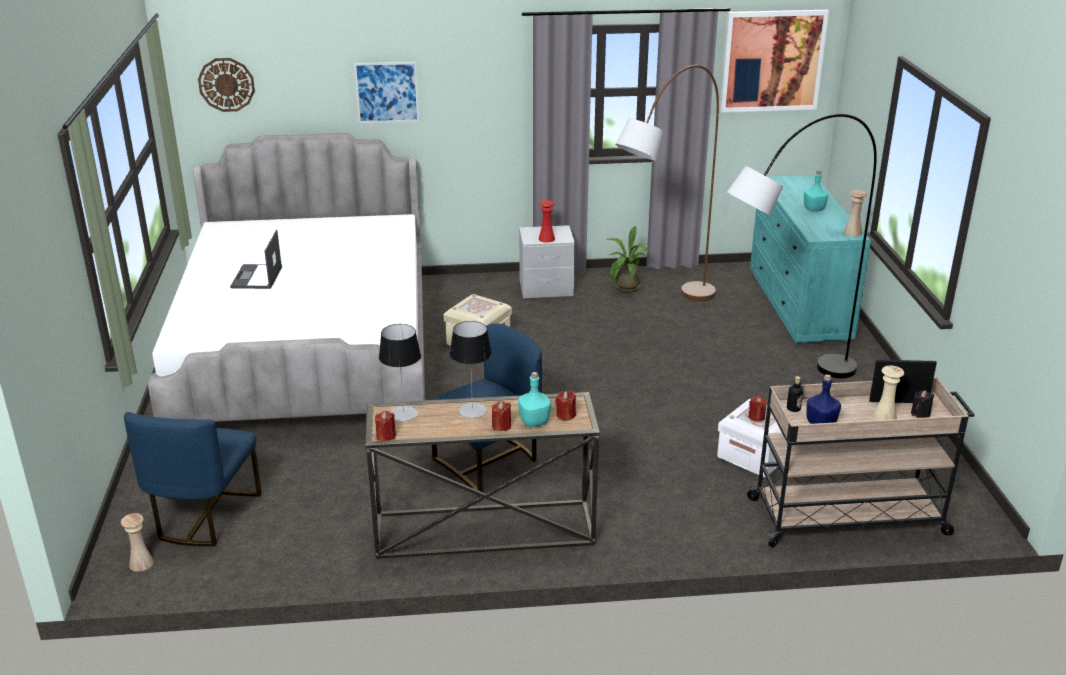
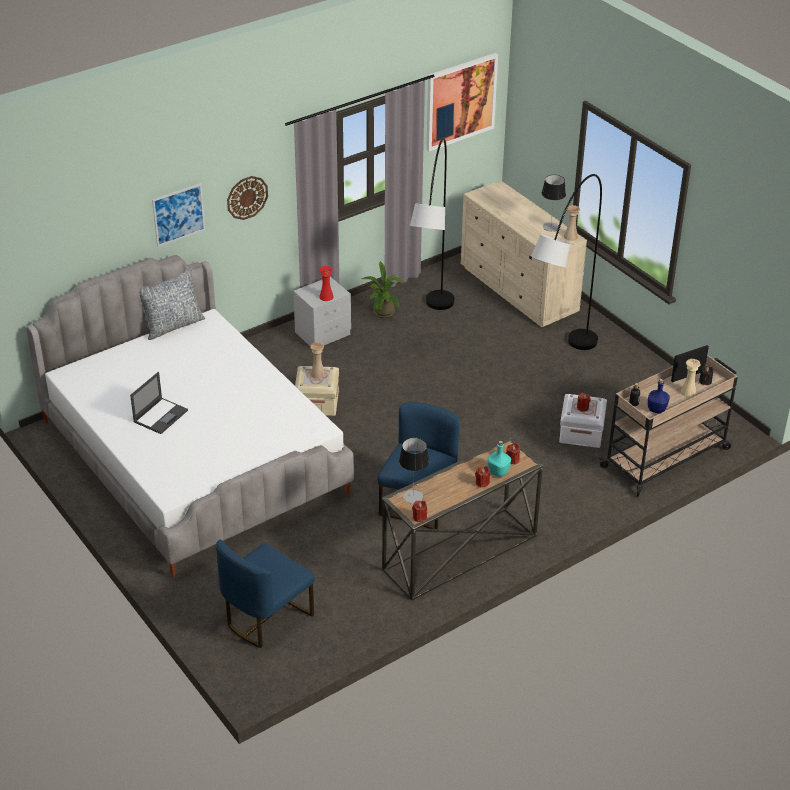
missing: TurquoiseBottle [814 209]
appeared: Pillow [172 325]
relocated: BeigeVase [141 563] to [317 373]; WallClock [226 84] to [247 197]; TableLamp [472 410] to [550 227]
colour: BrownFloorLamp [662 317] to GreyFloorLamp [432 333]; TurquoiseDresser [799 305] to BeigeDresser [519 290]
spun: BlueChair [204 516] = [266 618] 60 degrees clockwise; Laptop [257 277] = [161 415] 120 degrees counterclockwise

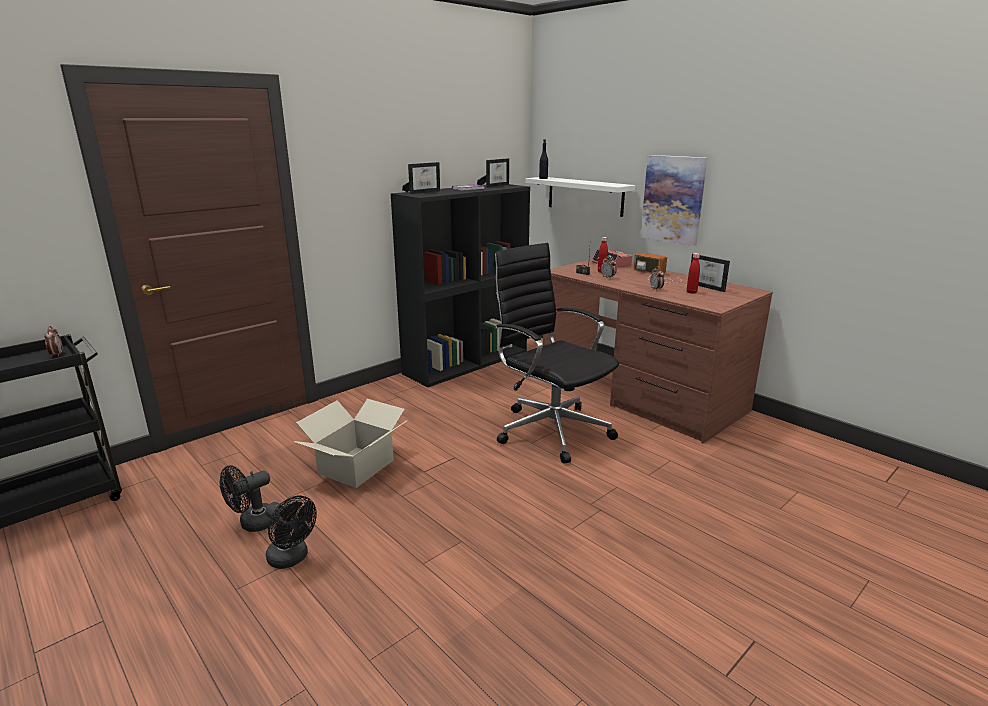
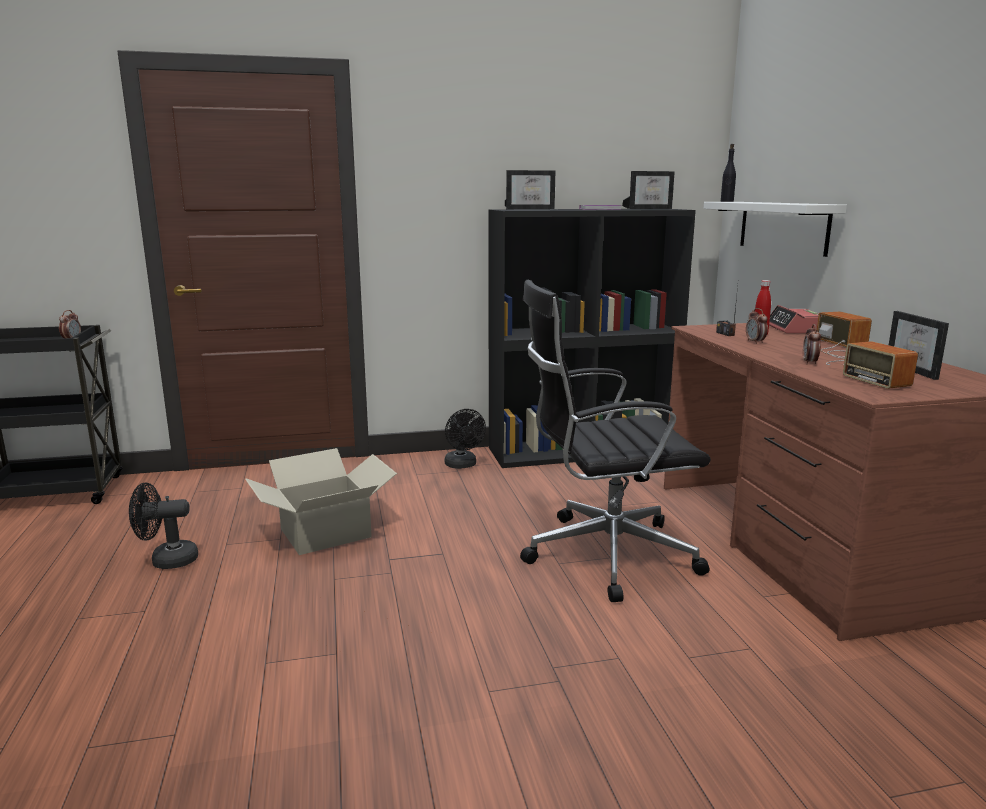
missing: Picture [673 199]
relocated: BlackFan [292 558] to [462 465]
exchanged: RedBottle [691 292] to Radio [868 373]
spun: BlackOfficeChair [551 429] = [604 554] 90 degrees counterclockwise

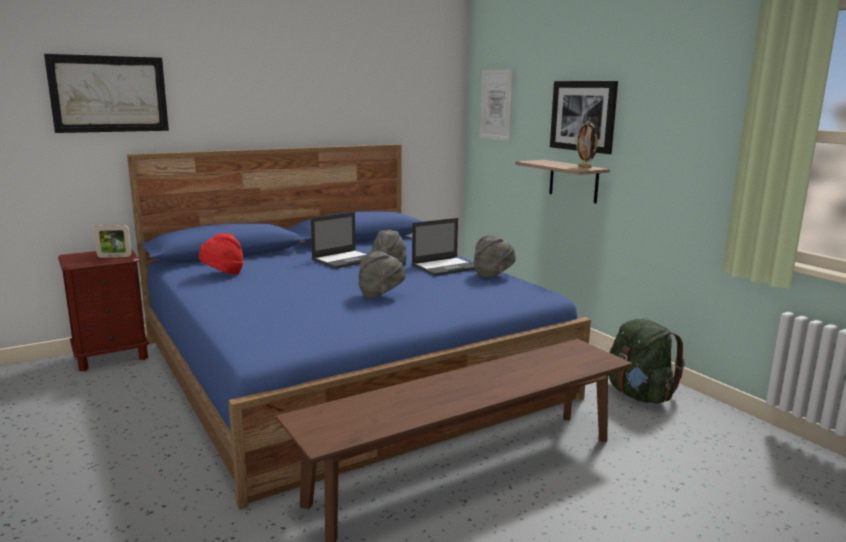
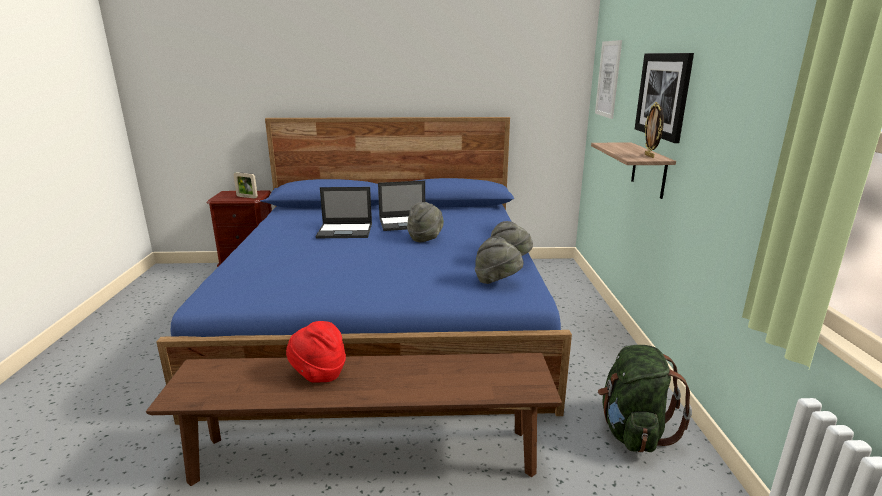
missing: Picture [109 94]
relocated: RedHat [223 274] to [318 373]; GreyHat [381 295] to [497 281]; Laptop [446 267] to [345 231]

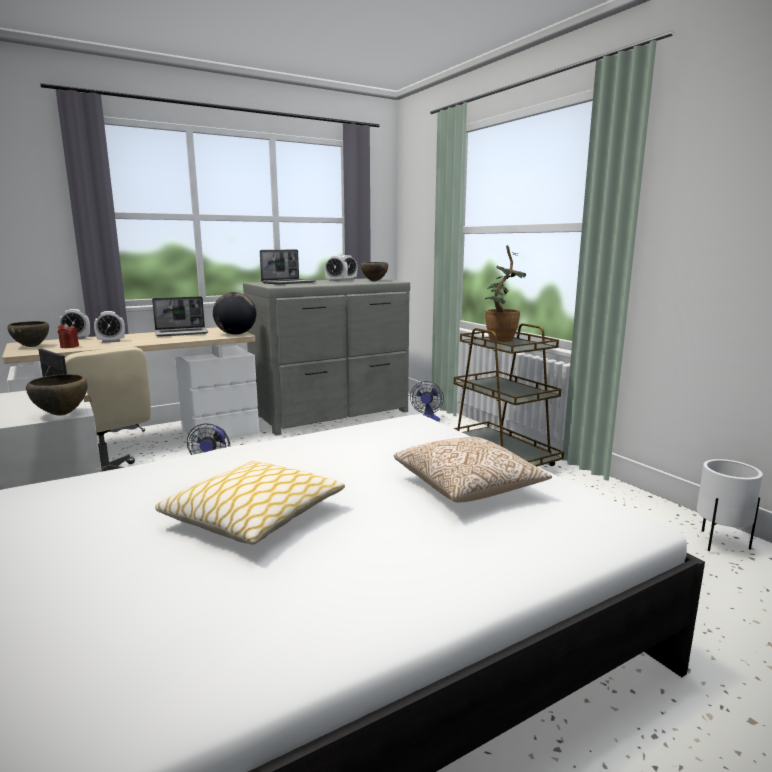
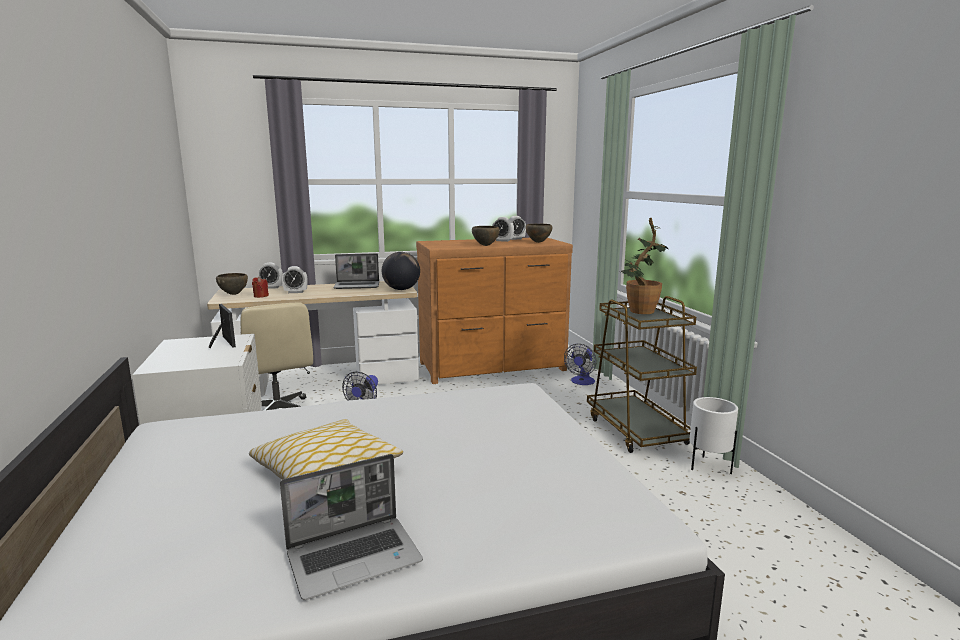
missing: Pillow [468 487]
relocated: BrownBowl [62 414] to [486 245]; Laptop [289 283] to [355 557]; WhitePlanter [720 544] to [708 467]
colour: GreyDresser [332 414] to BrownDresser [493 367]

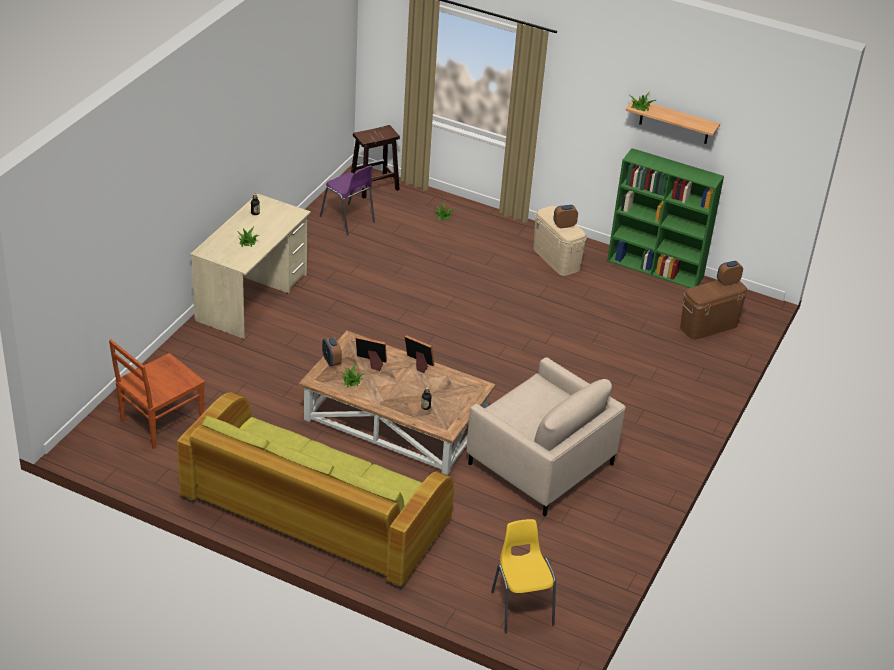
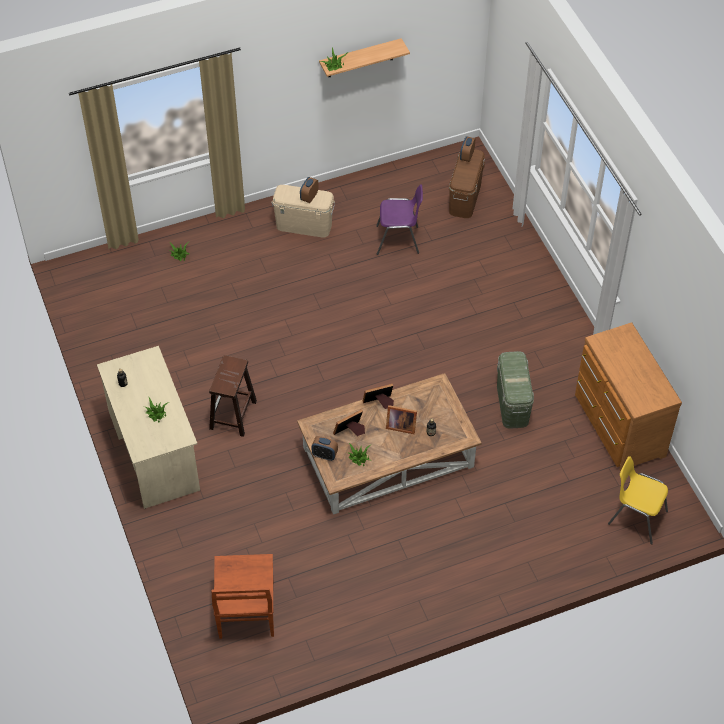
missing: GreenSofa [314 511]; GreenBookcase [656 269]
appeared: PictureFrame [400 425]; BrownDresser [617 426]
relocated: PurpleChair [348 220] to [399 240]; BrownStool [373 186] to [233 415]
exchanged: BeigeArmchair [540 464] to GreenStorageBox [512 404]

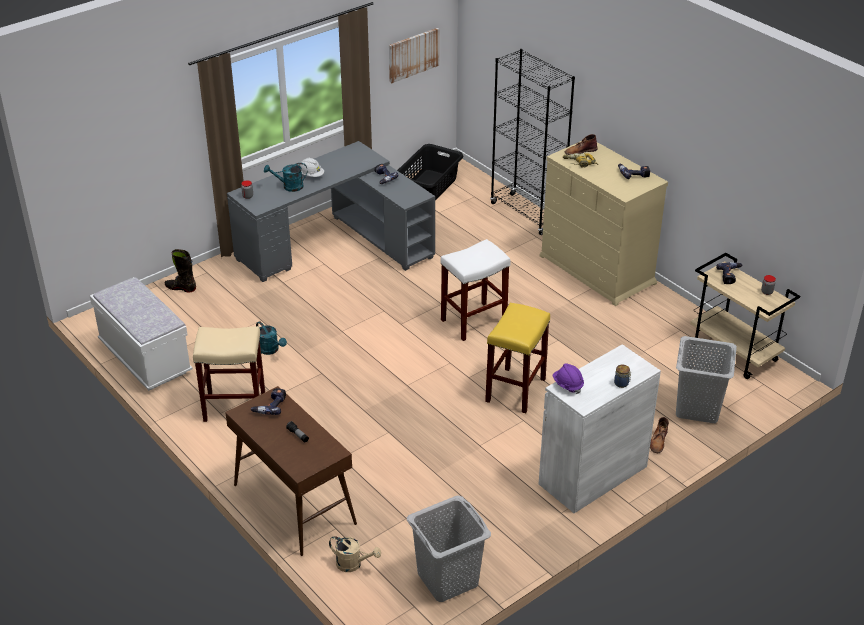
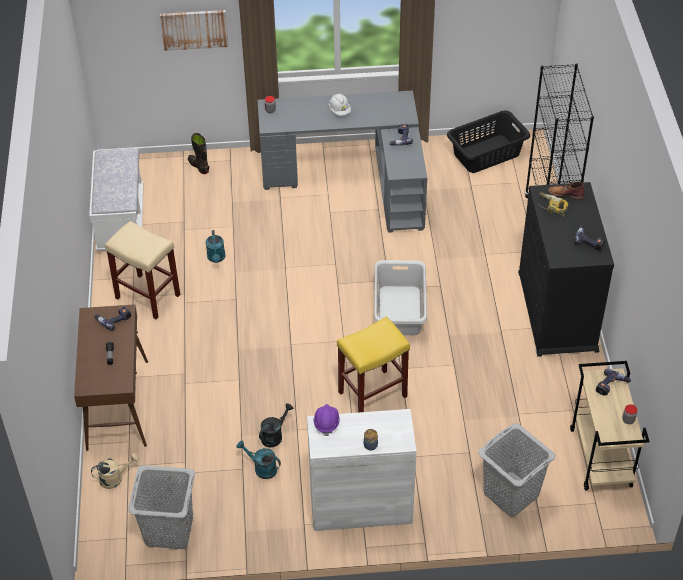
missing: BrownBoot [658 441]
appeared: BlackWateringCan [274 435]
relocated: TurquoiseWateringCan [289 187] to [261 468]; Picture [413 54] to [194 29]
exchanged: WhiteStool [474 321] to GreyLaundryBasket [400 310]
colour: BeigeDresser [597 270] to BlackDresser [557 311]
spun: BeigeWateringCan [353 564] = [115 478] 75 degrees counterclockwise

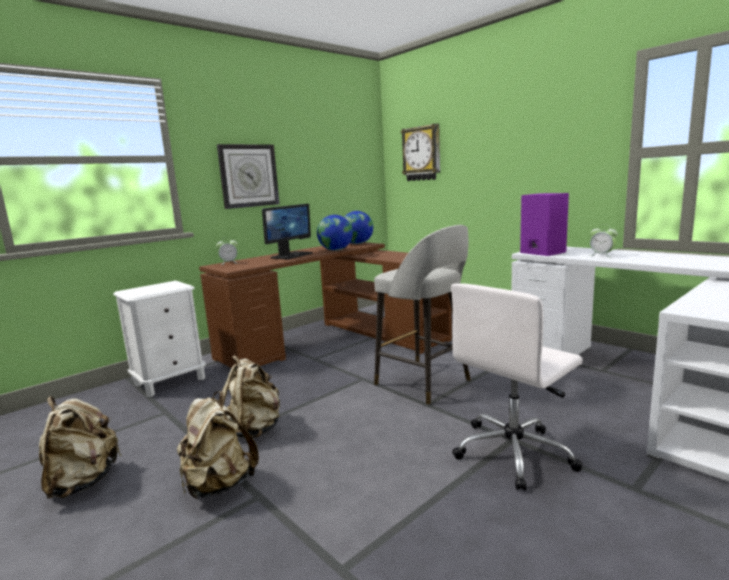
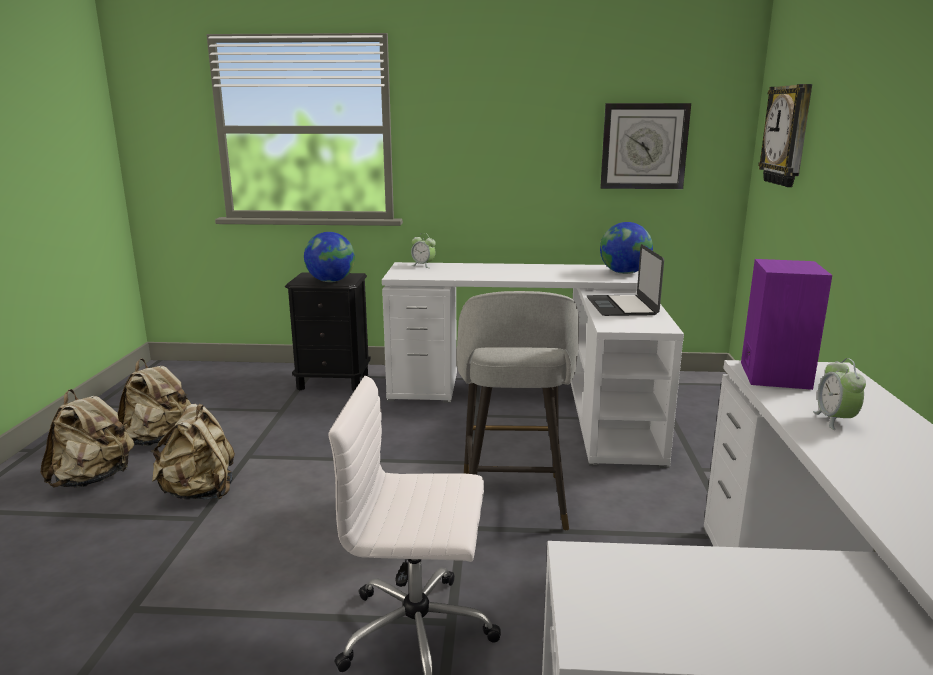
missing: Monitor [291 255]
appeared: Laptop [621 306]
relocated: WallClock [248 176] to [644 146]; BeigeBackpack [255 429] to [93 479]; Globe [336 250] to [331 281]
colour: WhiteNightstand [170 381] to BlackNightstand [333 382]; BrownDesk [335 339] to WhiteDesk [541 401]

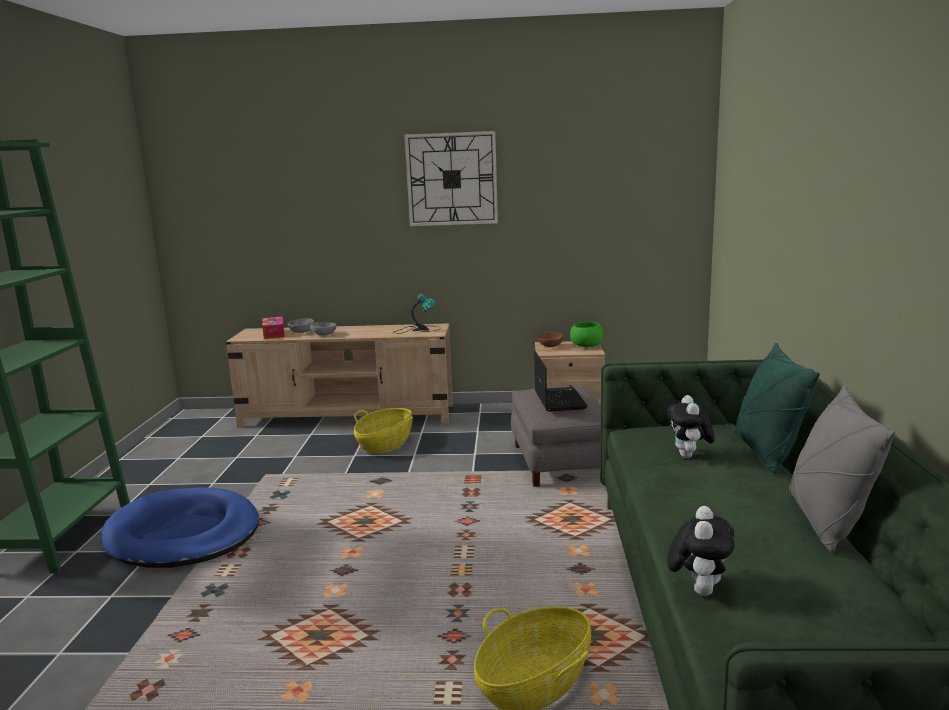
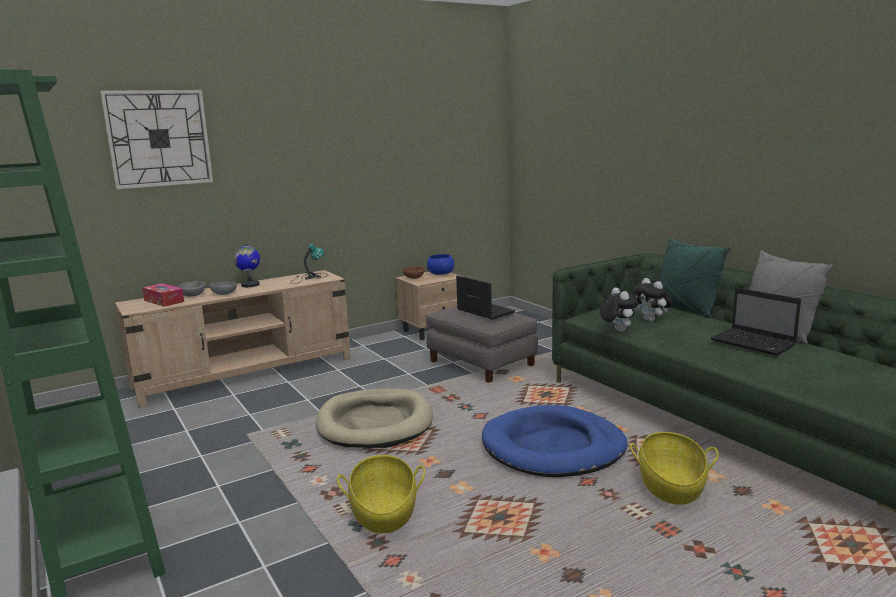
appeared: Globe [250 285]; BeigeDogBed [375 423]; Laptop [754 343]
relocated: BlueDogBed [183 534] to [553 447]; Basket [385 444] to [384 513]; WallClock [452 179] to [159 138]; PlushToy [699 589] to [617 330]
colour: GreenBowl [586 345] to BlueBowl [440 273]

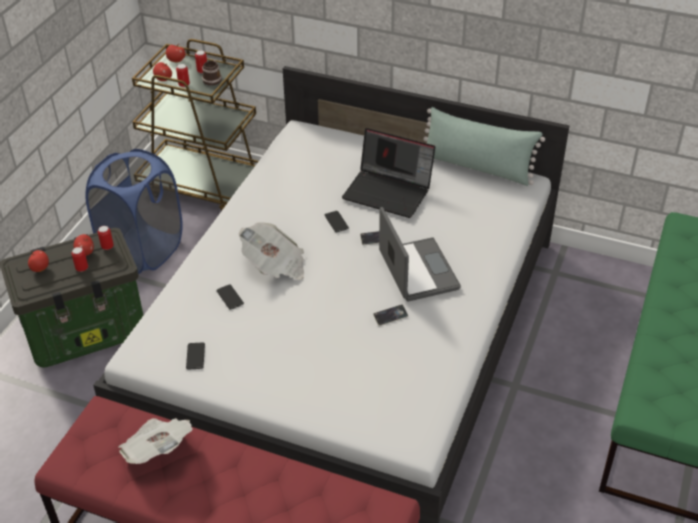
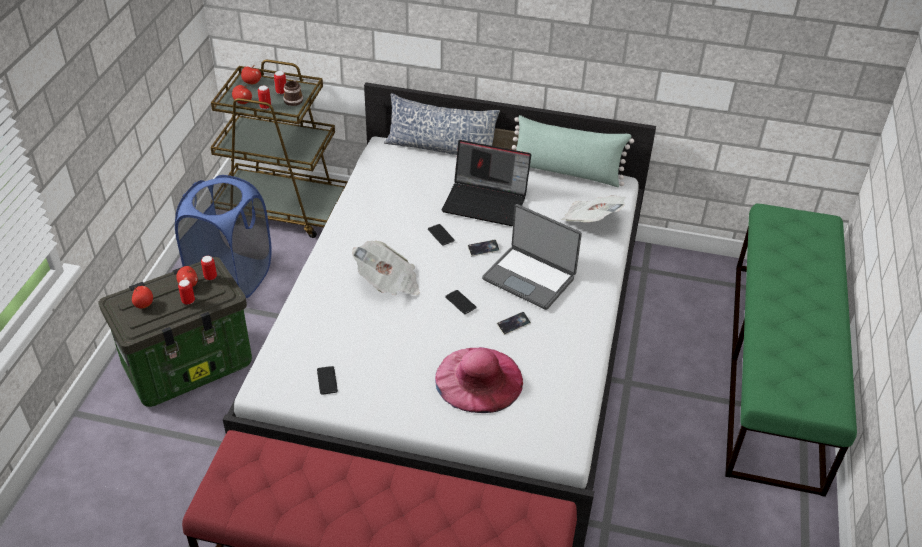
appeared: Pillow [441 148]; PinkHat [479 379]
relocated: Newspaper [158 450] to [591 221]; Phone [230 297] to [460 302]
spun: Laptop [417 271] = [530 278] 150 degrees clockwise

